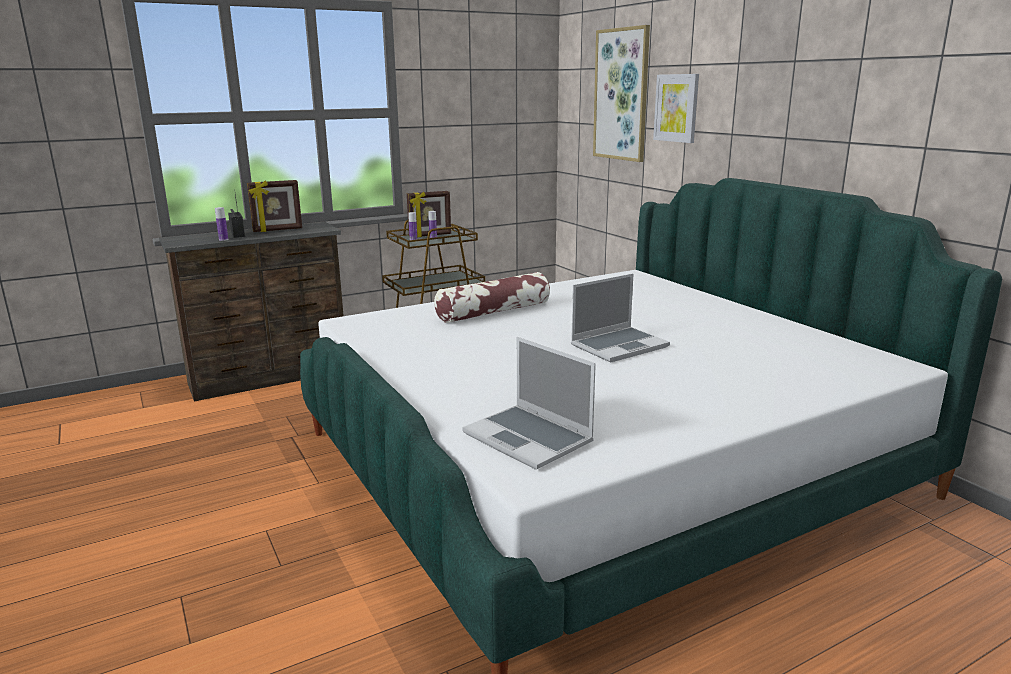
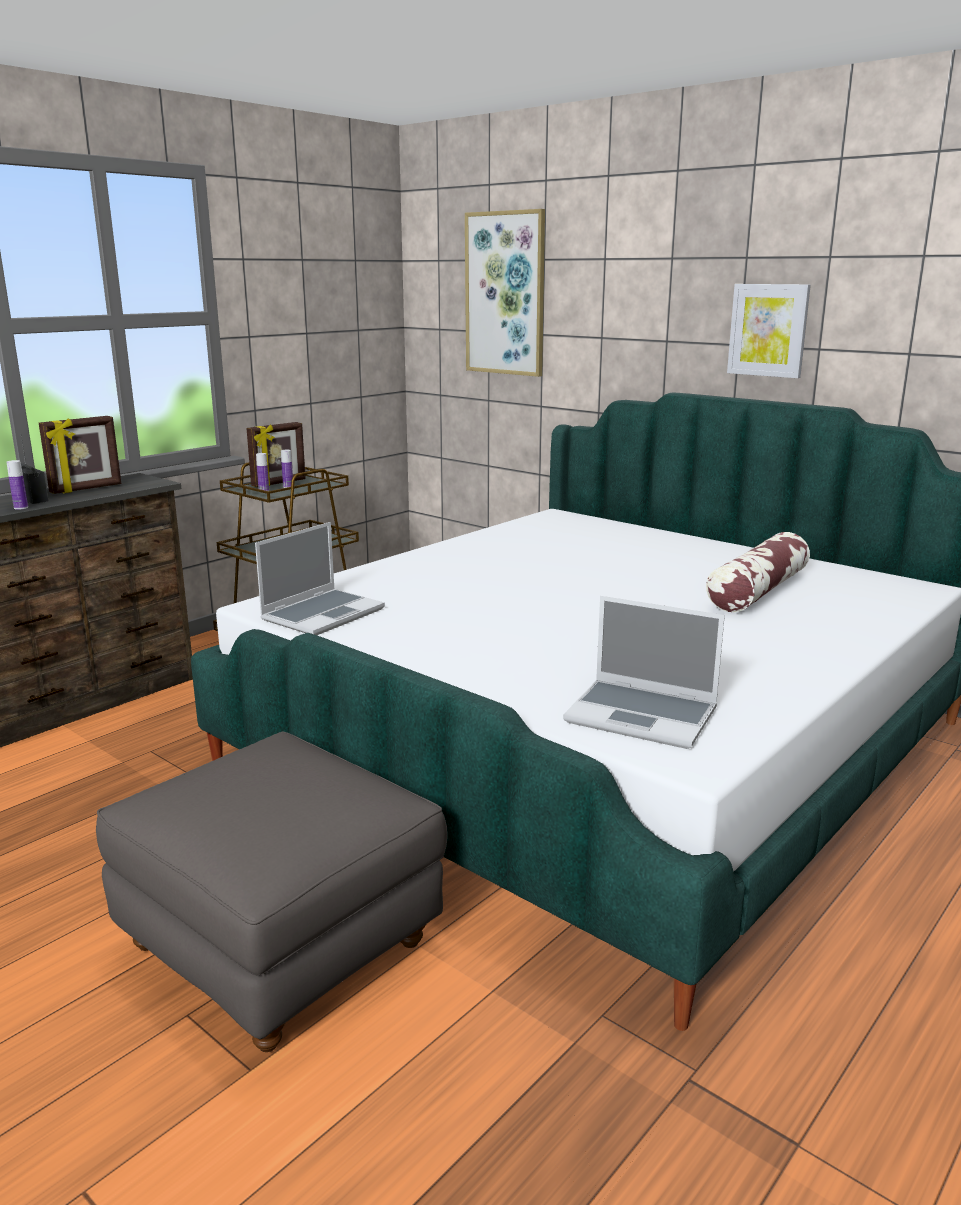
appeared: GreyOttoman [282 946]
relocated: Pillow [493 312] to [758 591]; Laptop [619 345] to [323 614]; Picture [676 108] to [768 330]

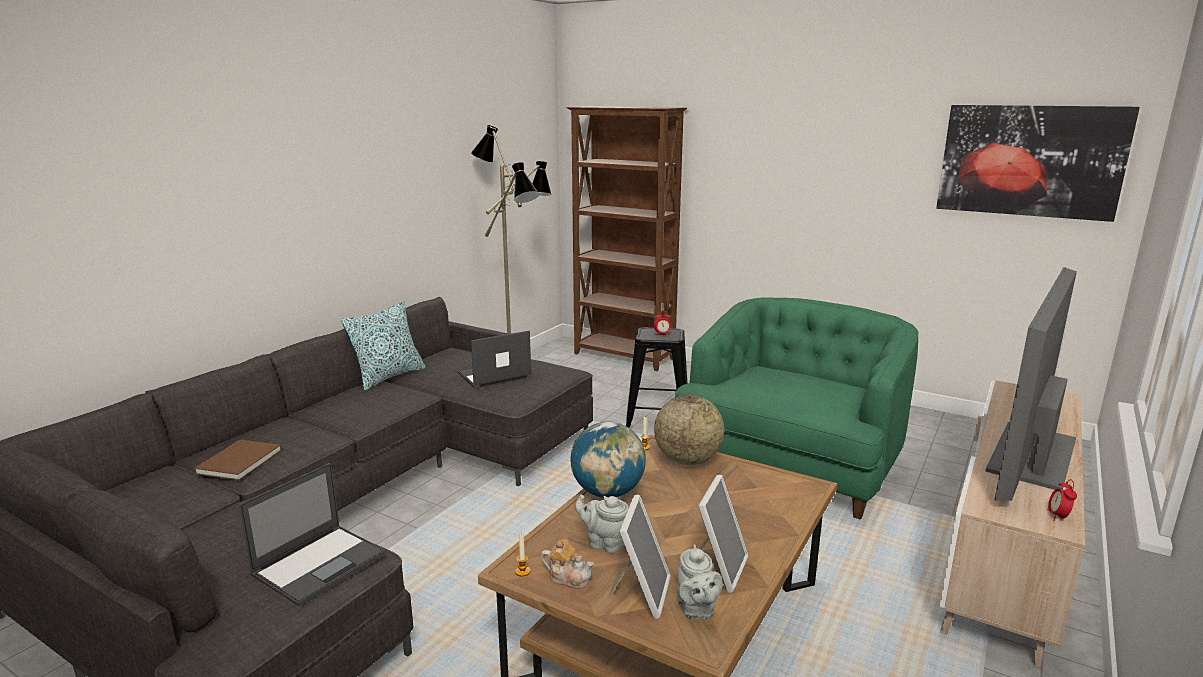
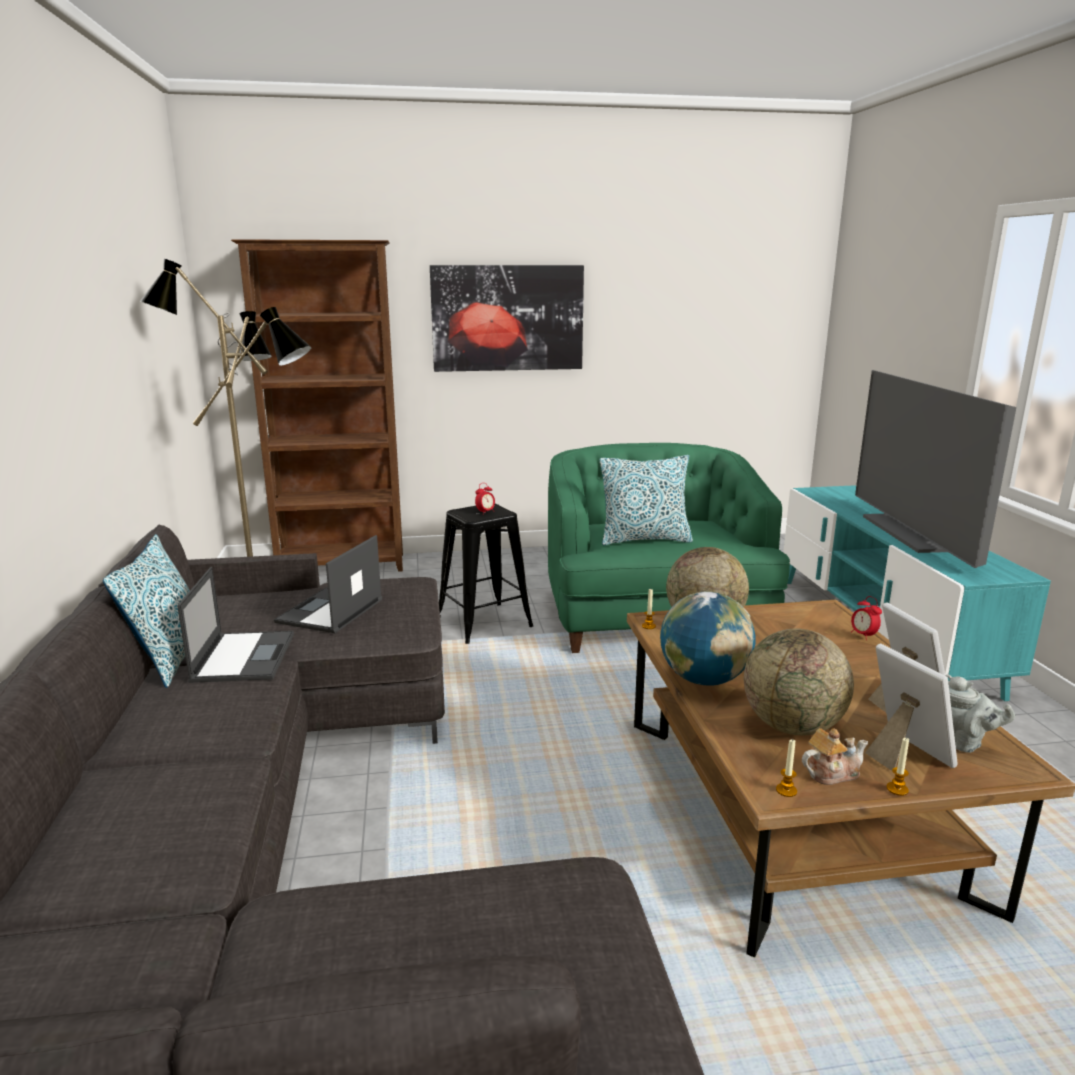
missing: BrownBook [236 462]
appeared: Pillow [644 539]; Candle [897 789]
relocated: Laptop [321 563] to [244 656]; Picture [1030 161] to [507 318]; AlarmClock [1058 517] to [863 635]
exchanged: GreyTeapot [604 543] to Globe [792 726]
colour: BeigeTvStand [1003 555] to TurquoiseTvStand [880 632]

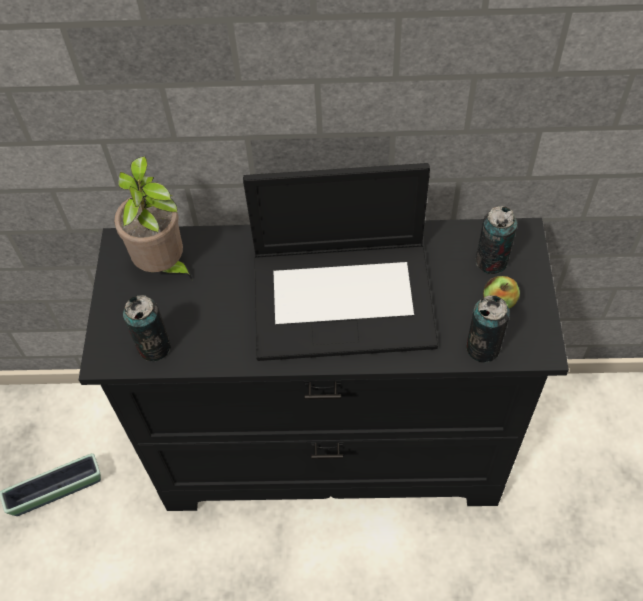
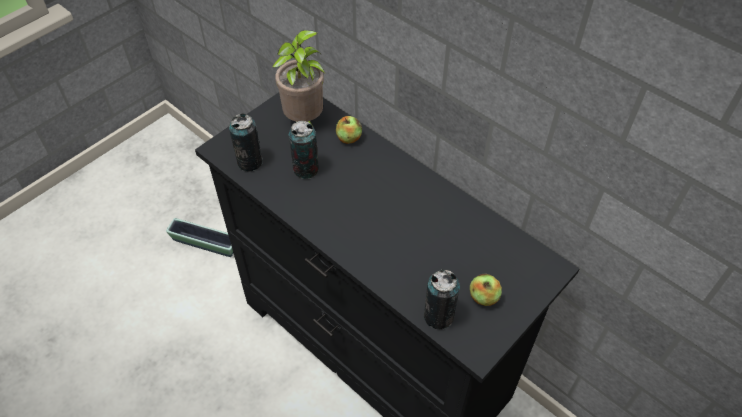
missing: Laptop [344 298]
appeared: Apple [349 138]
relocated: Can [491 261] to [306 169]

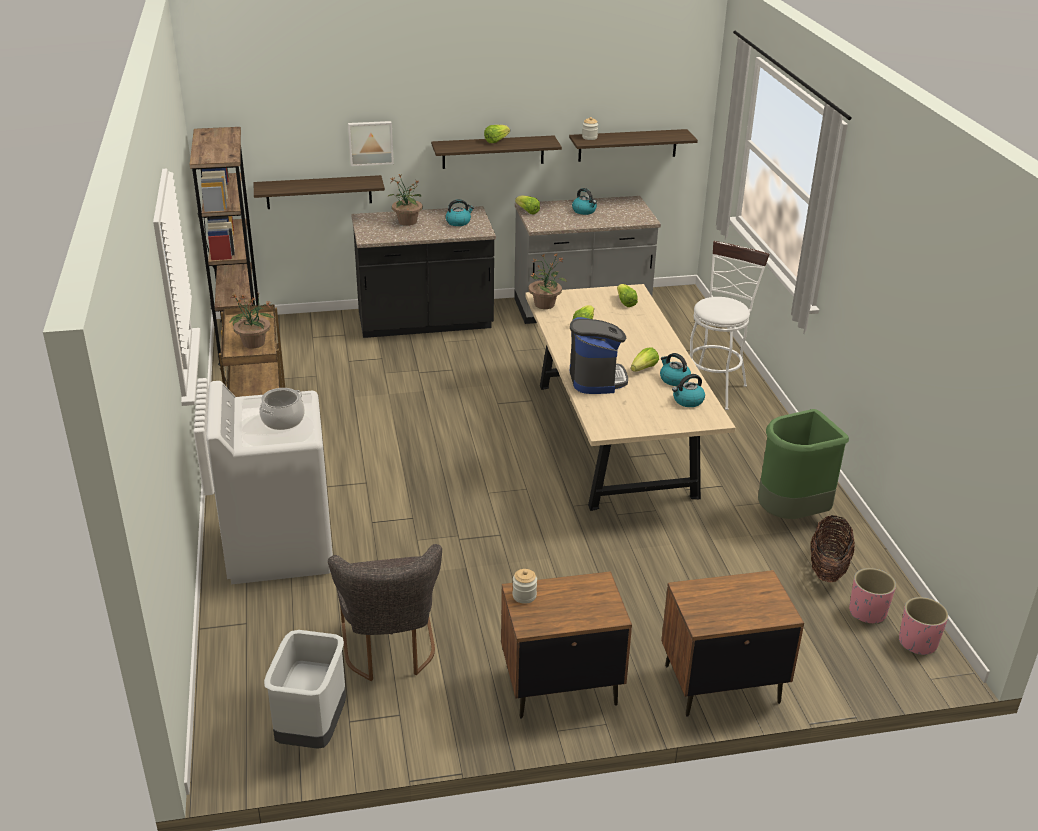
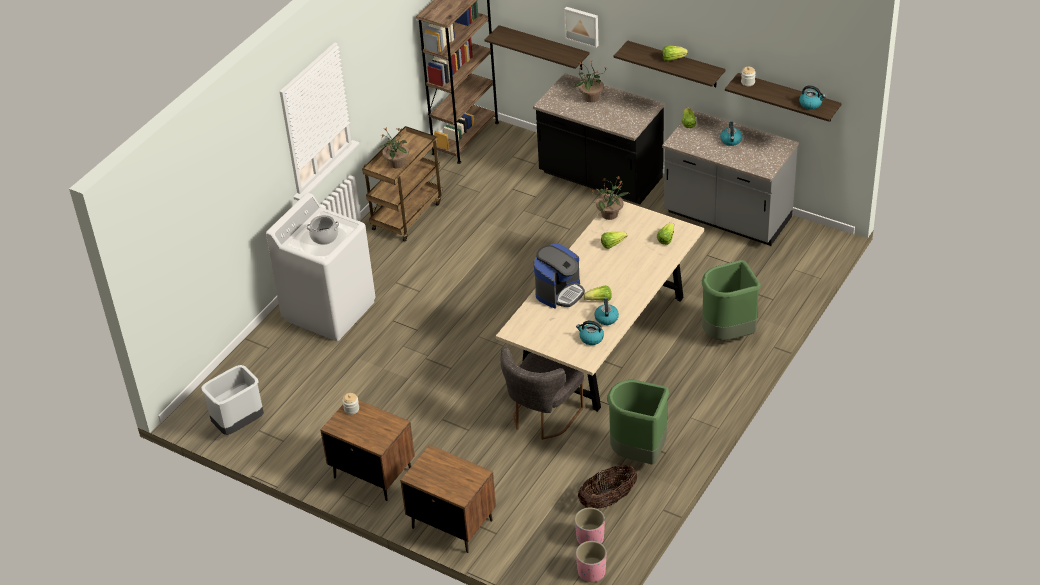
relocated: GreyChair [389 651] to [542 418]; Kettle [458 222] to [811 104]
exchanged: WhiteStool [714 387] to GreenTrashCan [728 334]

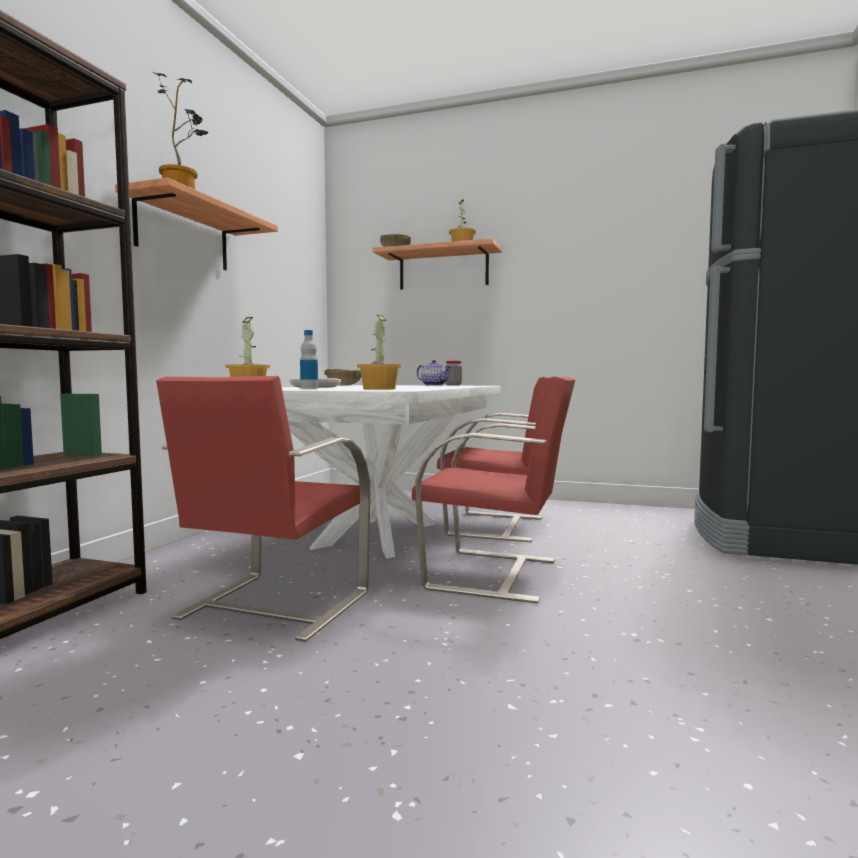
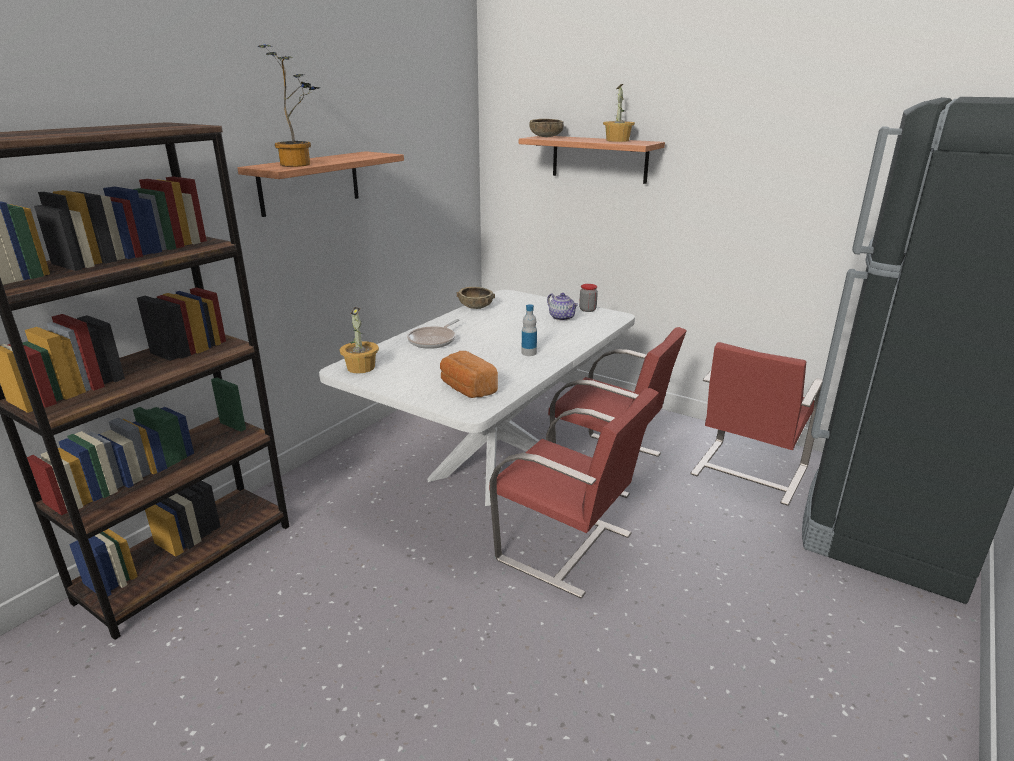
relocated: RedChair [272 606] to [747 471]; Bottle [309 388] to [529 353]
exchanged: PottedPlant [379 389] to Bread [466 389]

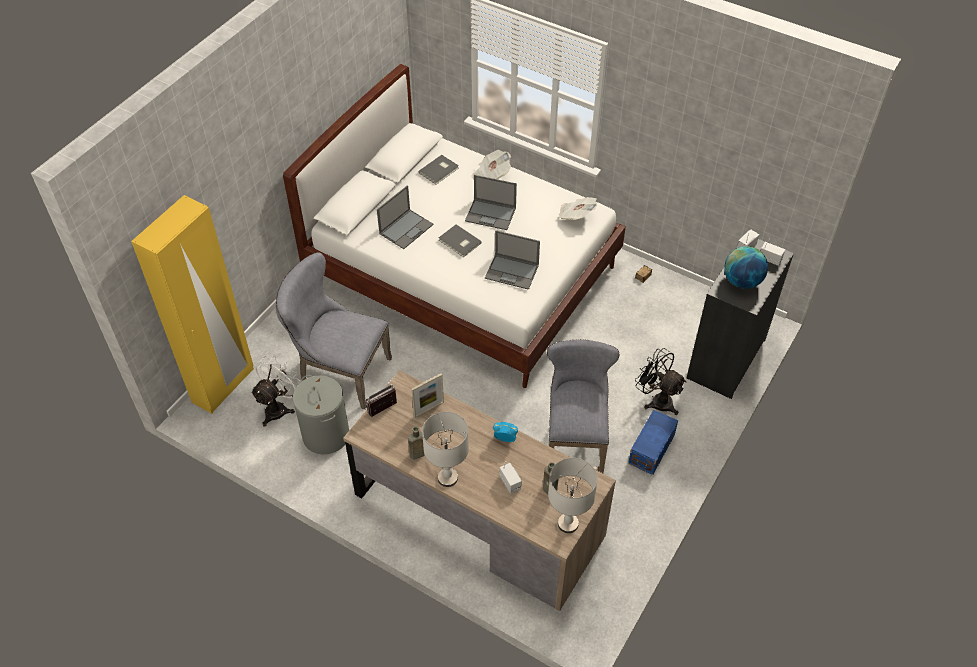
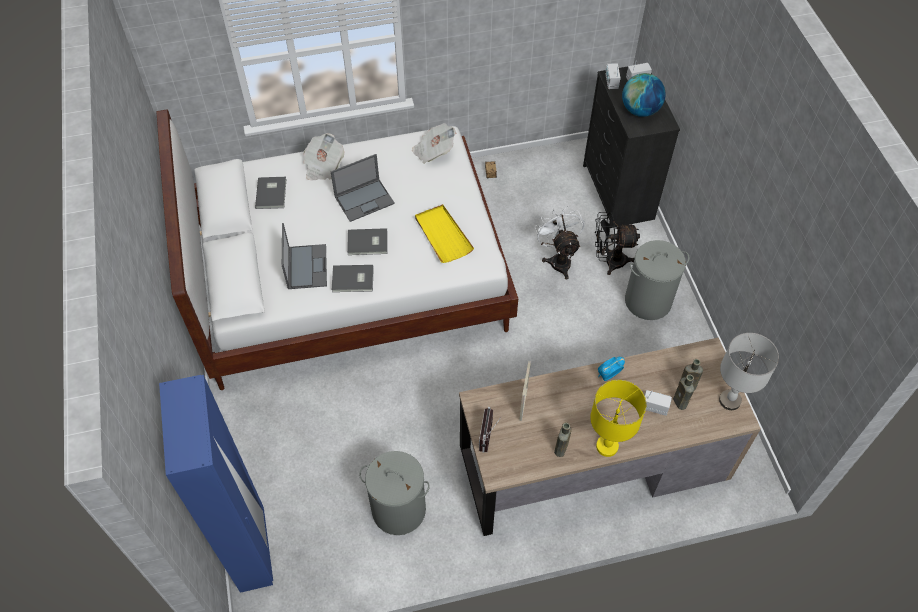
missing: GreyChair [339 372]; GreyStool [574 450]
appeared: GreyBook [353 280]; BrownBottle [680 403]
relocated: WhiteFan [279 407] to [558 259]
exchanged: Laptop [512 272] to YellowTray [443 235]; BlueStorageBox [652 449] to GreyLaundryBasket [648 301]
colour: YellowWardrobe [223 386] to BlueWardrobe [253 550]; GreyTableLamp [447 478] to YellowTableLamp [607 447]

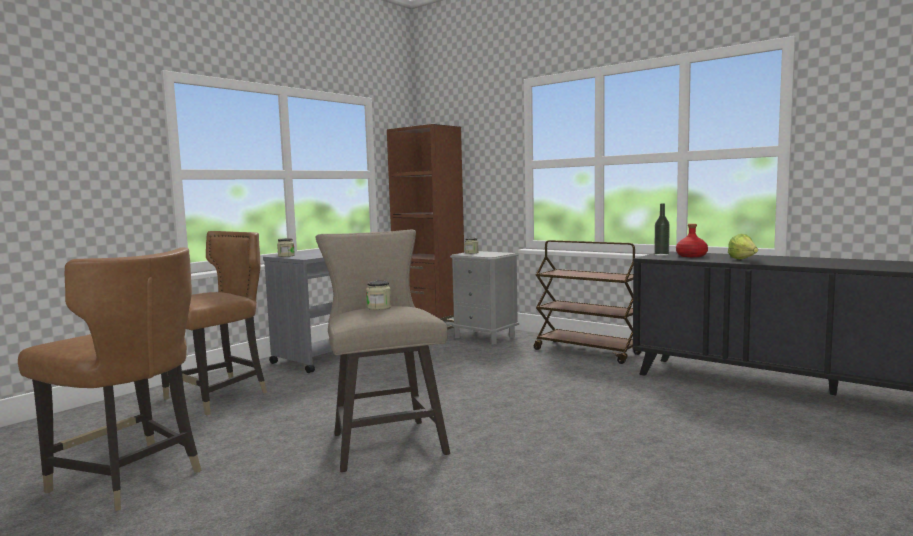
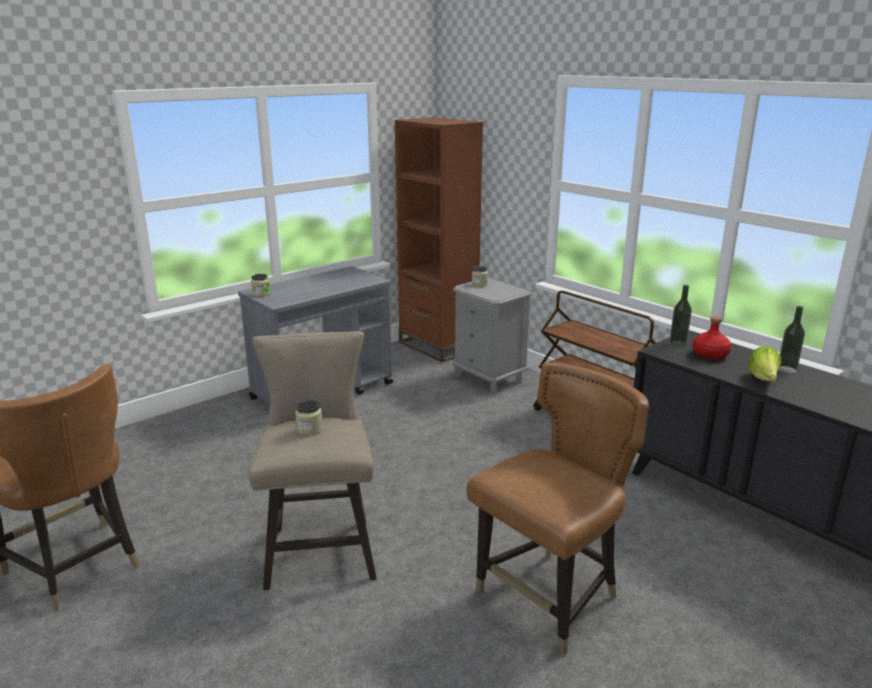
appeared: Bottle [787 369]
relocated: BrownChair [217 397] to [549 598]

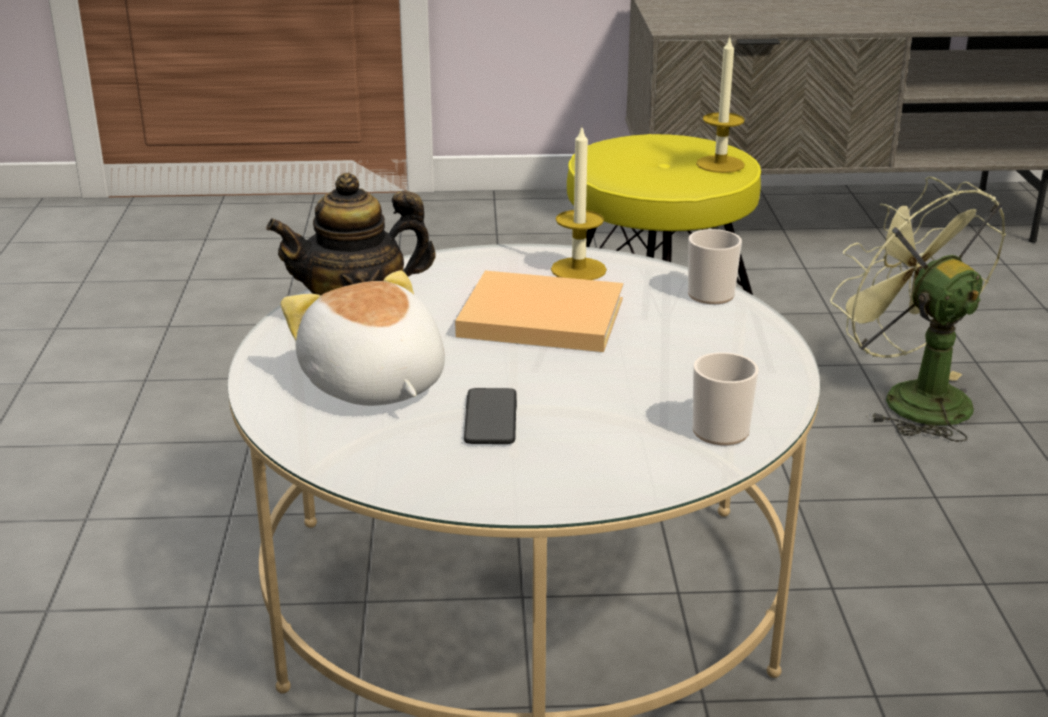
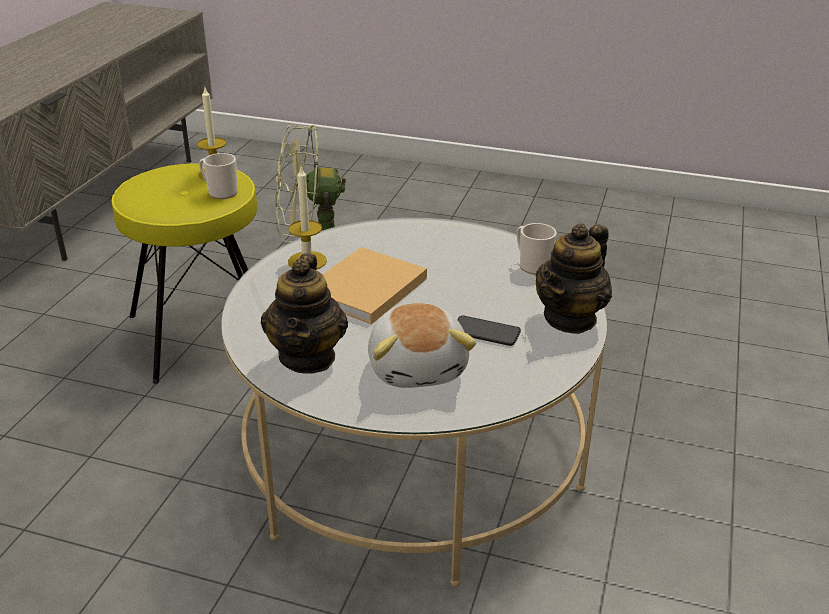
appeared: Teapot [570 318]
relocated: Mug [710 292] to [220 192]
spun: PlushToy [373 385] = [418 367] 90 degrees counterclockwise

